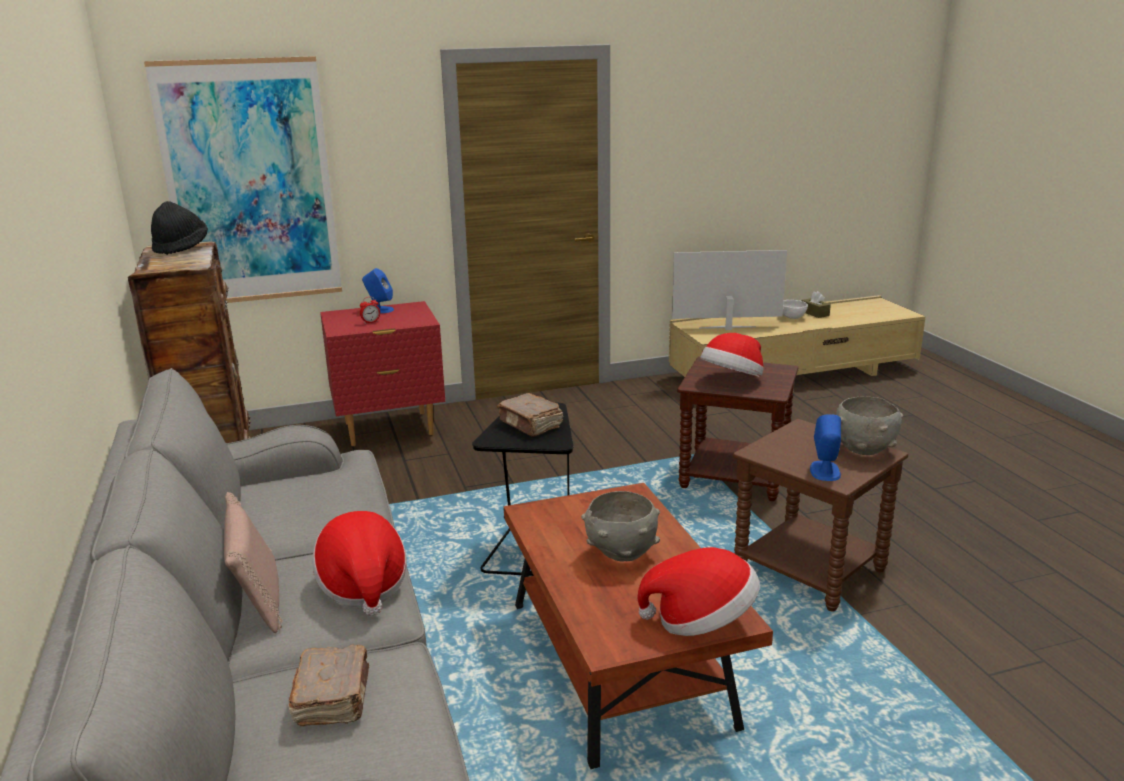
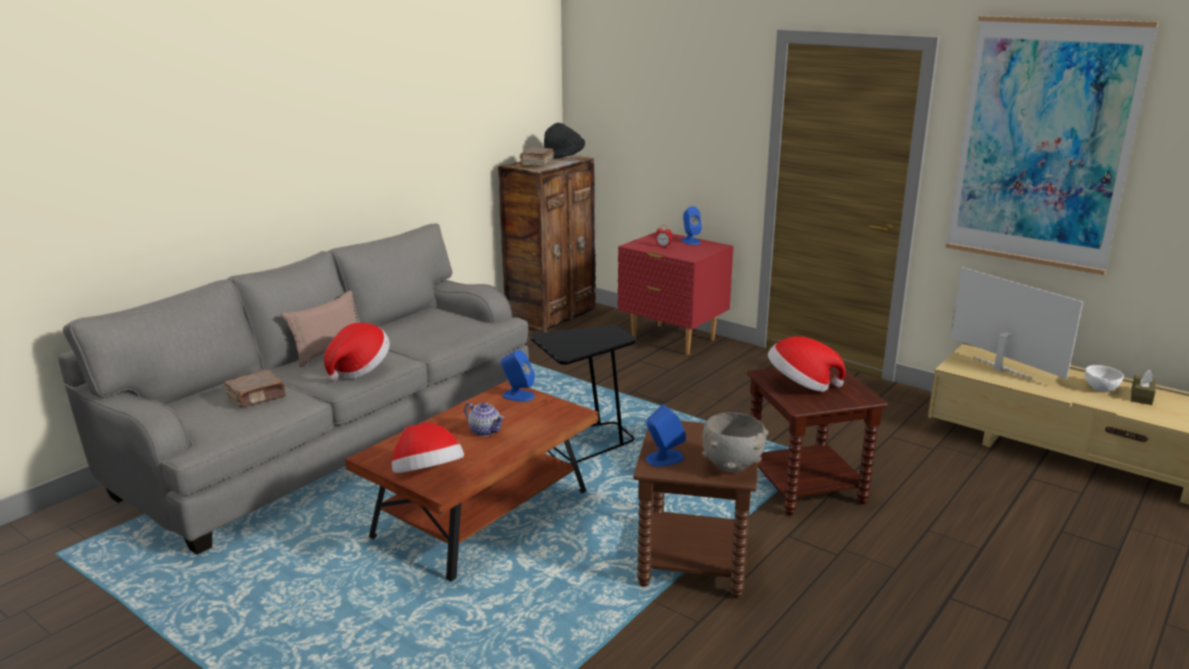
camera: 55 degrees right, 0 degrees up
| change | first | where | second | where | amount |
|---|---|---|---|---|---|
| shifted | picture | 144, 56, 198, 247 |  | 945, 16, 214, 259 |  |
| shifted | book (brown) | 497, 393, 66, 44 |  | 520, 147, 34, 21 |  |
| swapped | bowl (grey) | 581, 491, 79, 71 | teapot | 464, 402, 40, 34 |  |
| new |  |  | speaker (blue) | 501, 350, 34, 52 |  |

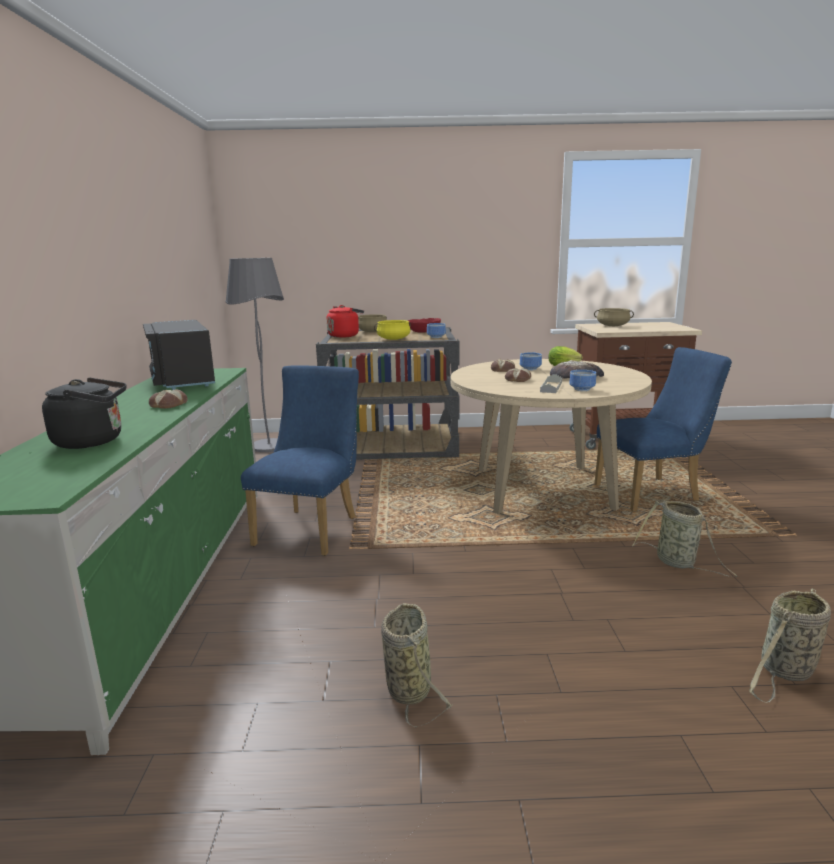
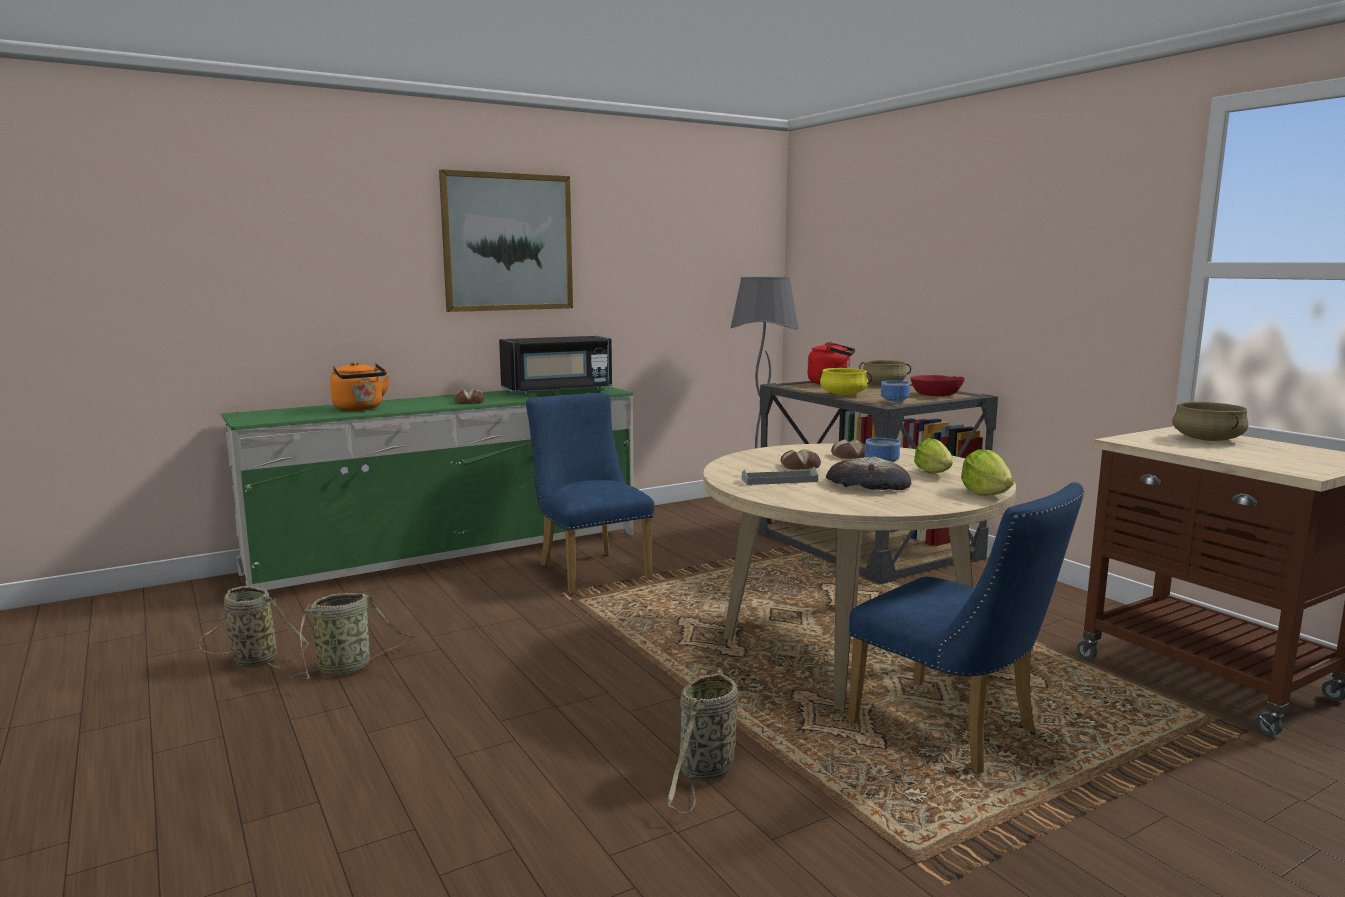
camera: 60 degrees right, 5 degrees down
| change | first | where | second | where | amount |
|---|---|---|---|---|---|
| rotated | microwave (black) | 143, 320, 72, 70 |  | 499, 336, 113, 59 | 150 degrees counterclockwise |
| rotated | chair (blue) | 241, 365, 118, 191 |  | 526, 393, 129, 202 | 105 degrees counterclockwise |
| gone | bowl | 569, 370, 27, 21 |  |  |  |
| repainted | kettle (black) | 42, 378, 84, 71 | kettle (orange) | 330, 361, 60, 49 |  |
| shifted | basket | 749, 589, 82, 114 |  | 199, 586, 110, 82 |  |
| new |  |  | picture | 439, 169, 134, 143 |  |
| new |  |  | lettuce | 961, 449, 53, 47 |  |

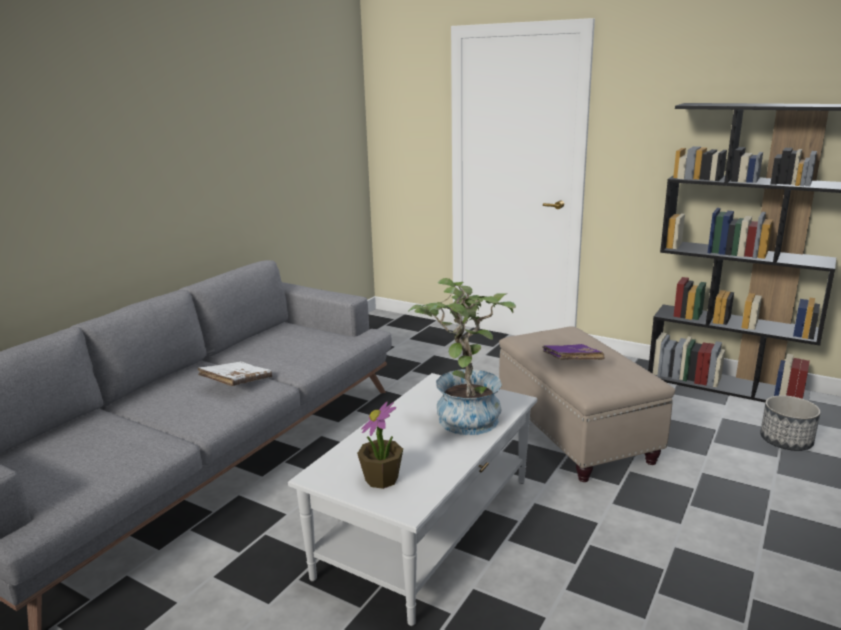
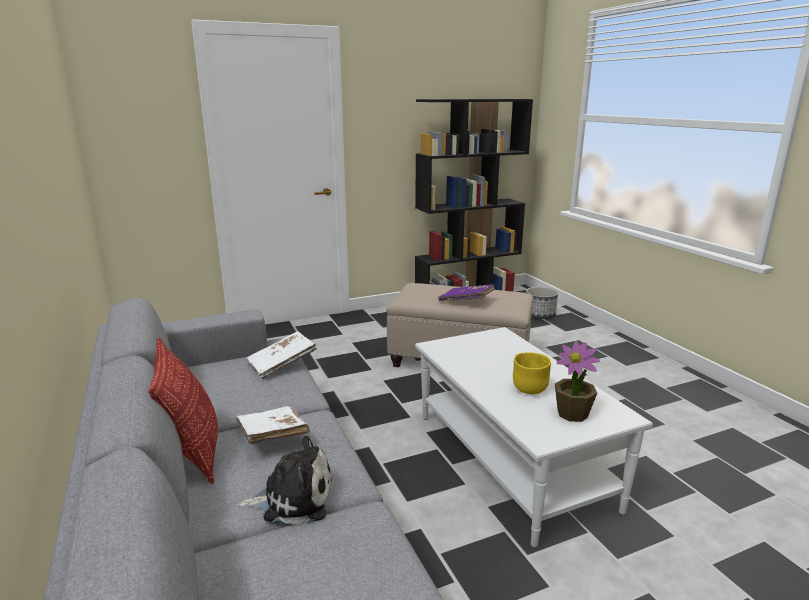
camera: 55 degrees left, 0 degrees up
| change | first | where | second | where | amount |
|---|---|---|---|---|---|
| gone | potted plant | 407, 278, 109, 157 |  |  |  |
| new |  |  | book (white) | 247, 331, 69, 48 |  |
| new |  |  | pillow (red) | 148, 338, 70, 147 |  |
| new |  |  | bowl (yellow) | 513, 352, 38, 43 |  |
| new |  |  | plush toy | 237, 435, 95, 91 |  |

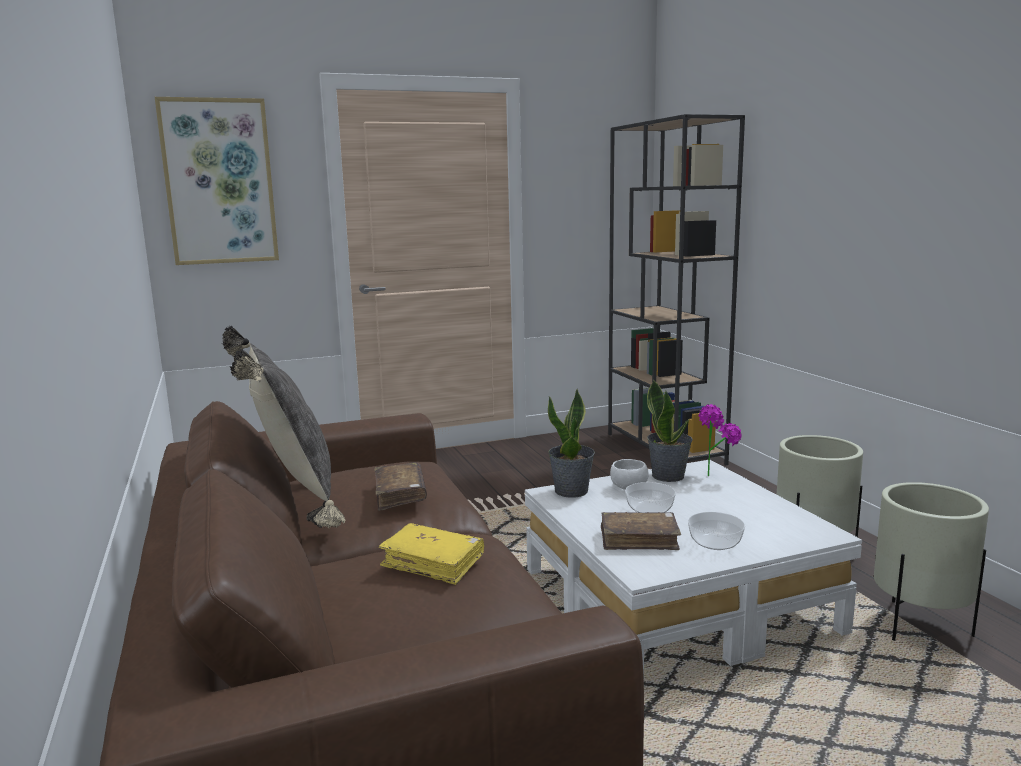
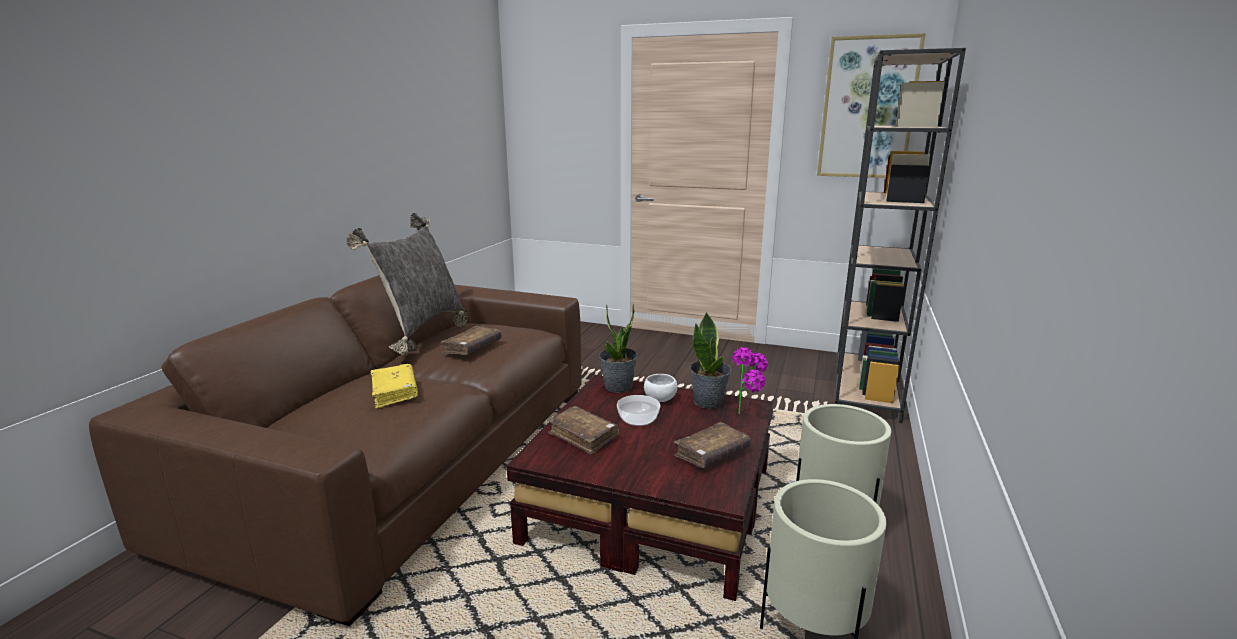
camera: 40 degrees right, 5 degrees up
| change | first | where | second | where | amount |
|---|---|---|---|---|---|
| shifted | picture | 155, 97, 124, 168 |  | 817, 33, 109, 145 |  |
| repainted | coffee table (white) | 525, 460, 337, 217 | coffee table (brown) | 507, 375, 267, 226 |  |
| gone | bowl | 688, 512, 57, 38 |  |  |  |
| new |  |  | book (brown) | 674, 422, 77, 46 |  |

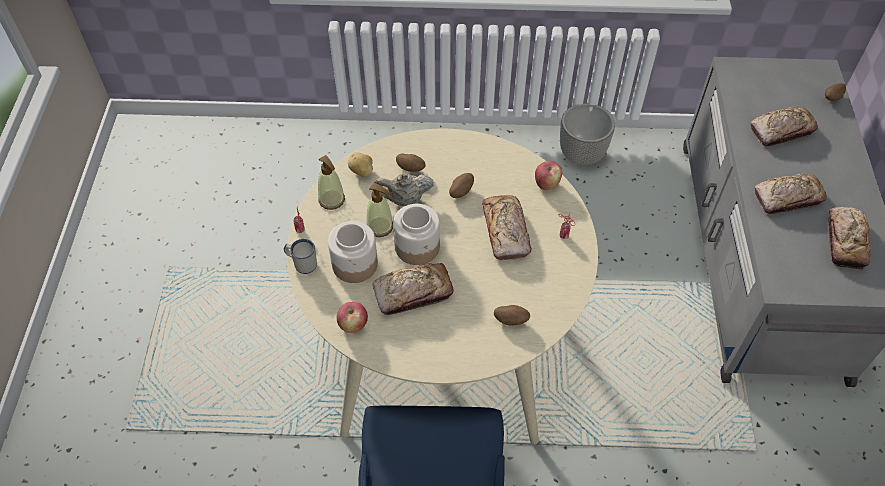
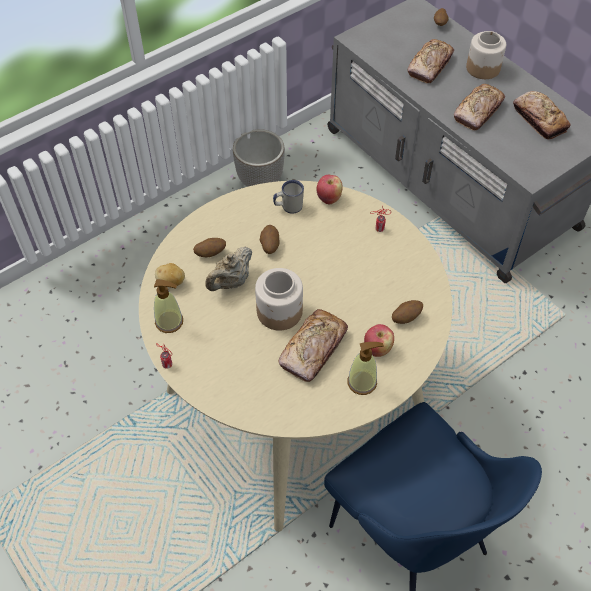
camera: 40 degrees left, 0 degrees up
| change | first | where | second | where | amount |
|---|---|---|---|---|---|
| shifted | soap dispenser | 366, 183, 27, 54 |  | 347, 342, 37, 53 |  |
| gone | bread | 482, 195, 50, 65 |  |  |  |
| shifted | jar | 328, 221, 50, 62 |  | 466, 31, 40, 48 |  |
| shifted | mug (white) | 284, 239, 33, 35 |  | 273, 180, 31, 34 |  |
| shifted | apple | 337, 302, 31, 31 |  | 364, 324, 30, 33 |  |

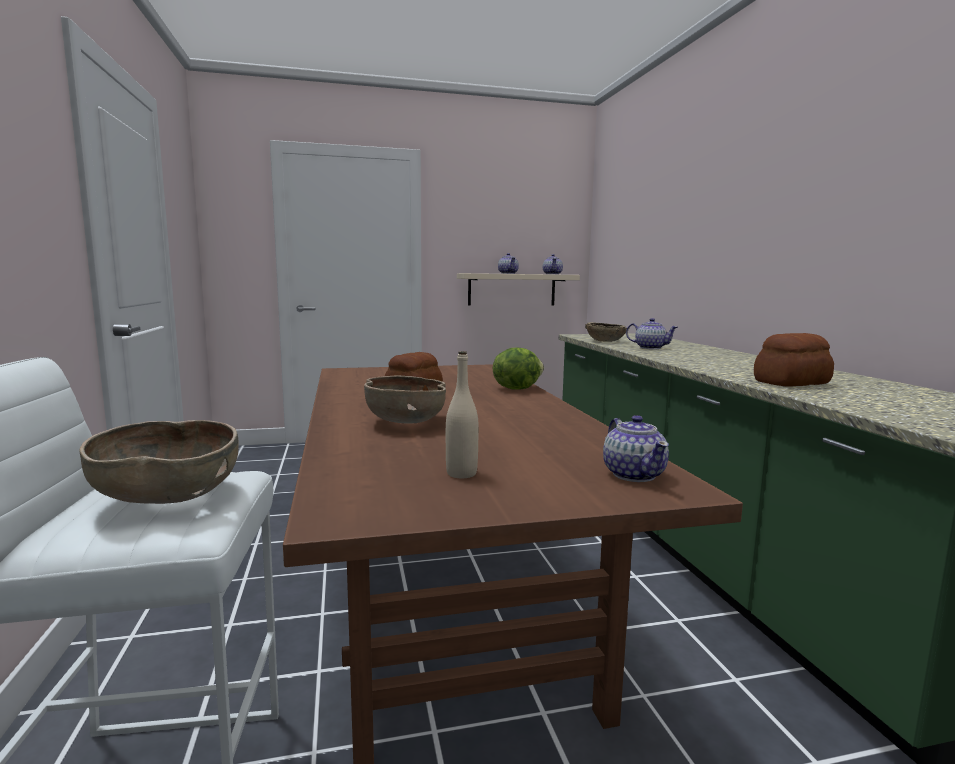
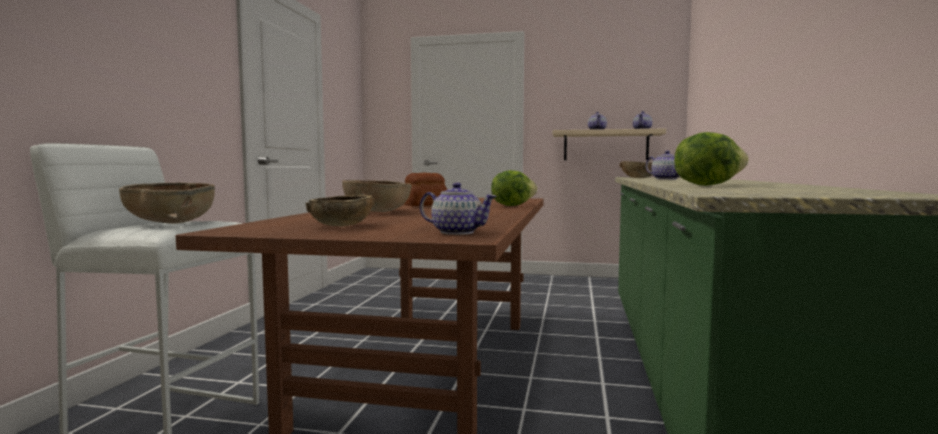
camera: 25 degrees right, 5 degrees down
| change | first | where | second | where | amount |
|---|---|---|---|---|---|
| swapped | bread | 754, 333, 80, 54 | lettuce | 674, 132, 75, 54 |  |
| swapped | bottle (beige) | 446, 351, 33, 127 | bowl (brown) | 306, 195, 69, 31 |  |
| rotated | teapot | 603, 415, 66, 67 |  | 420, 183, 77, 52 | 75 degrees counterclockwise |

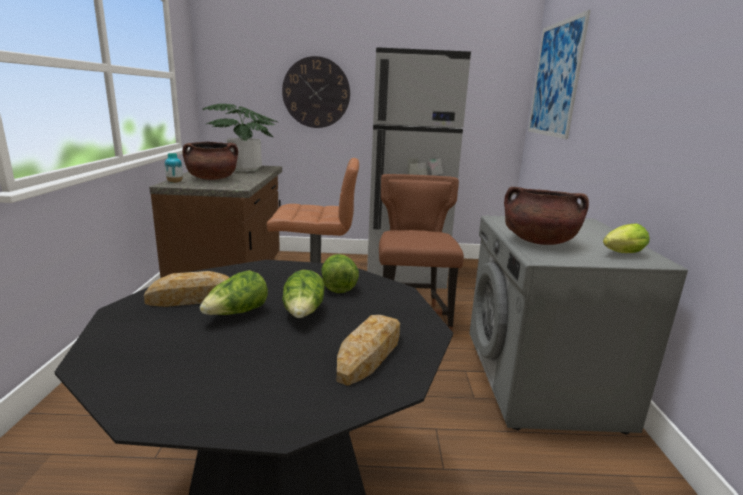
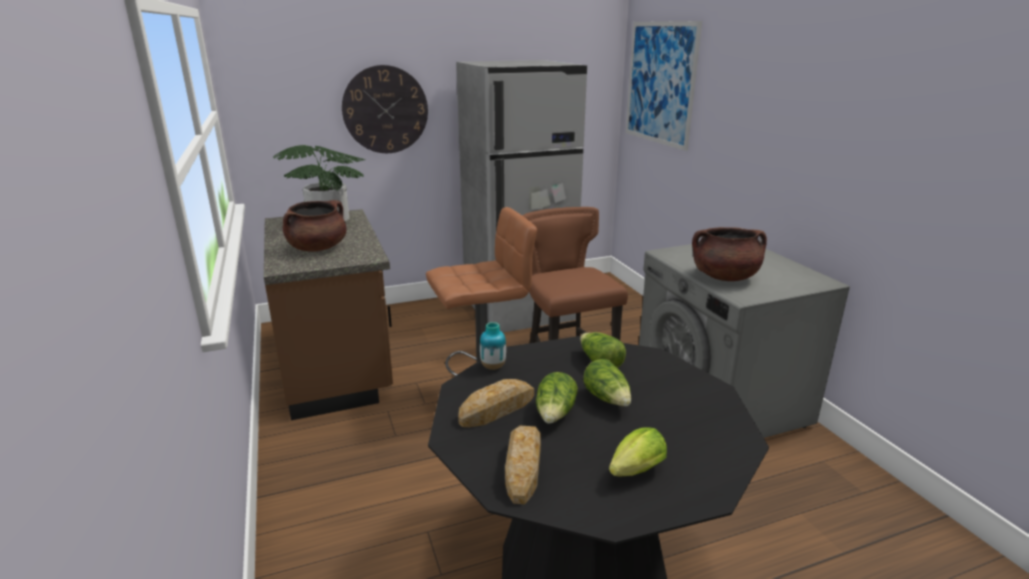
camera: 20 degrees left, 5 degrees up
| change | first | where | second | where | amount |
|---|---|---|---|---|---|
| shifted | vase | 165, 153, 18, 30 |  | 480, 322, 26, 48 |  |
| shifted | lettuce | 603, 224, 46, 29 |  | 609, 427, 58, 49 |  |
| shifted | bread | 337, 315, 63, 71 |  | 505, 426, 36, 78 |  |

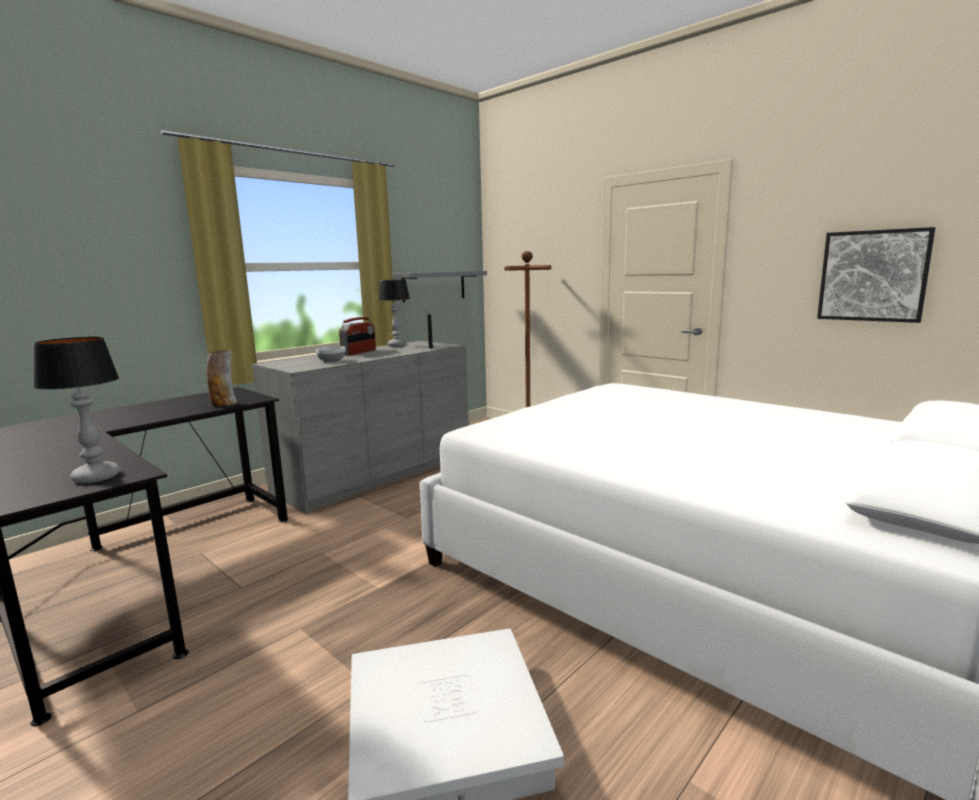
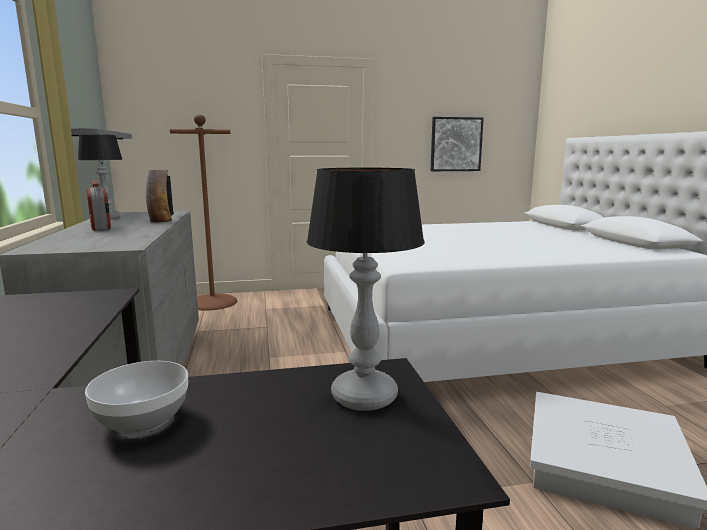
camera: 55 degrees left, 0 degrees up
| change | first | where | second | where | amount |
|---|---|---|---|---|---|
| shifted | bowl | 316, 346, 29, 17 |  | 85, 361, 103, 74 |  |
| shifted | vase | 207, 350, 30, 57 |  | 146, 170, 26, 52 |  |

